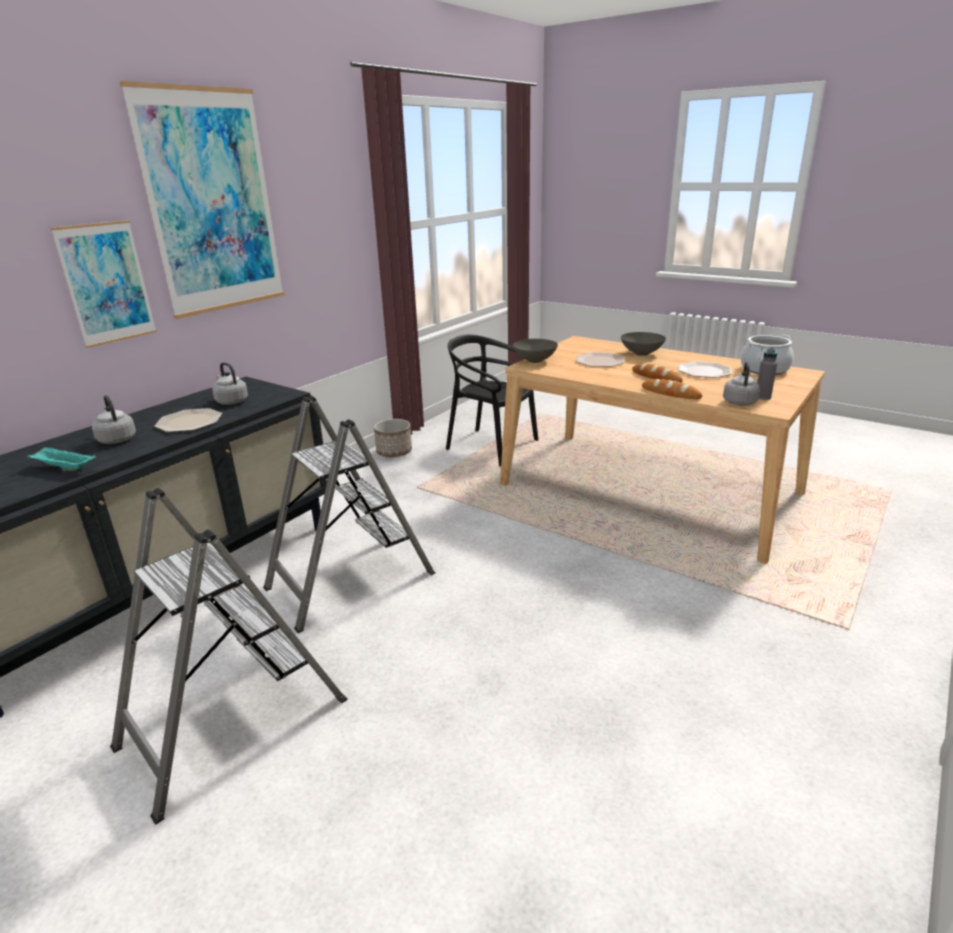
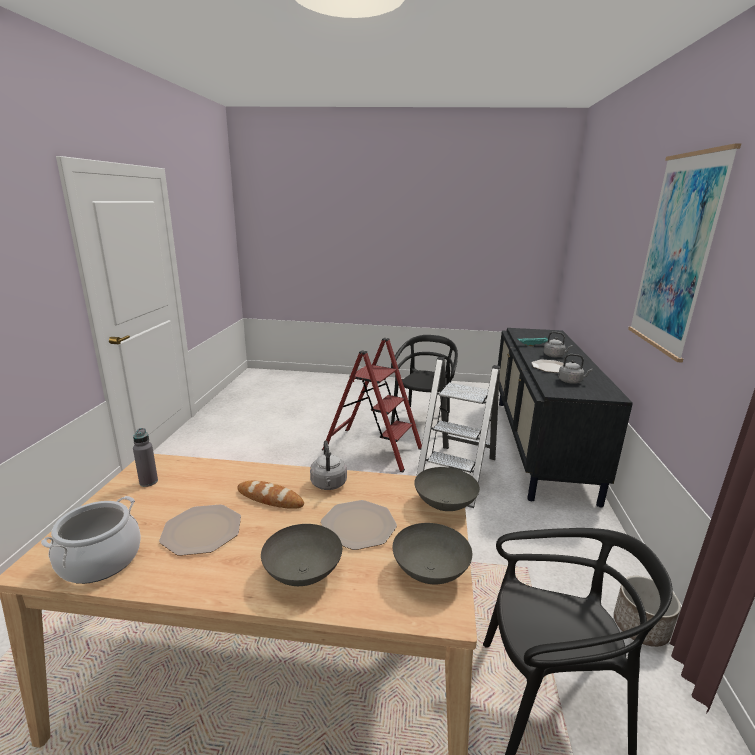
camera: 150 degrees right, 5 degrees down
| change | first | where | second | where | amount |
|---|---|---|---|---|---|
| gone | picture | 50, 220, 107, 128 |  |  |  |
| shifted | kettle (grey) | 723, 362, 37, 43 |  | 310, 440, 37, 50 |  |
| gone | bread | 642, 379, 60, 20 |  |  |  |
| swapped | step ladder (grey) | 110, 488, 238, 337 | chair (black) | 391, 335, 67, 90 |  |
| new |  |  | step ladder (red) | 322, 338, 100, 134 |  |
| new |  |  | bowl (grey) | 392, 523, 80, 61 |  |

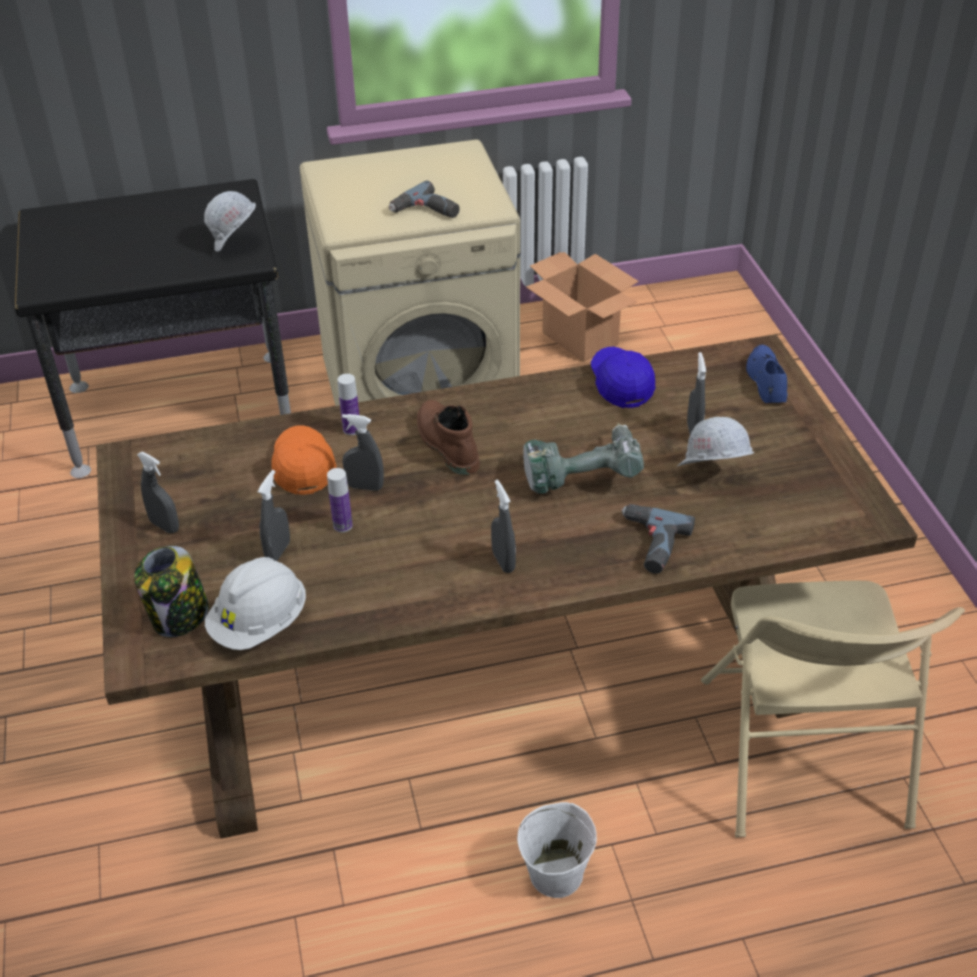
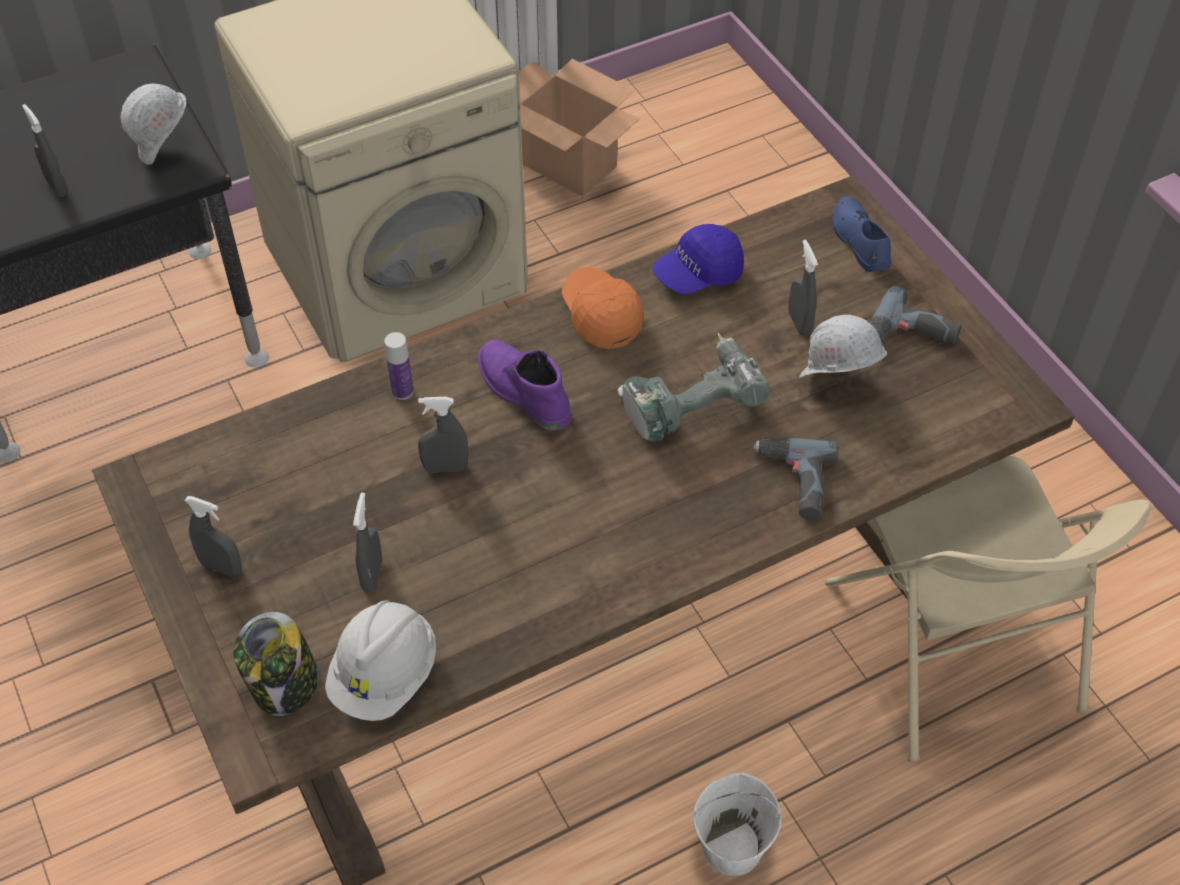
camera: 15 degrees left, 10 degrees up
| change | first | where | second | where | amount |
|---|---|---|---|---|---|
| shifted | power drill | 389, 180, 71, 38 |  | 871, 286, 91, 58 |  |
| rotated | cap (blue) | 591, 347, 64, 61 |  | 653, 224, 91, 70 | 90 degrees counterclockwise |
| repainted | boot (brown) | 417, 400, 63, 75 | boot (purple) | 478, 340, 94, 90 |  |
| shifted | cap (orange) | 271, 425, 65, 70 |  | 562, 267, 82, 82 |  |
| gone | bottle | 327, 468, 26, 65 |  |  |  |
| shifted | spray bottle (grey) | 491, 480, 25, 93 |  | 22, 104, 47, 93 |  |

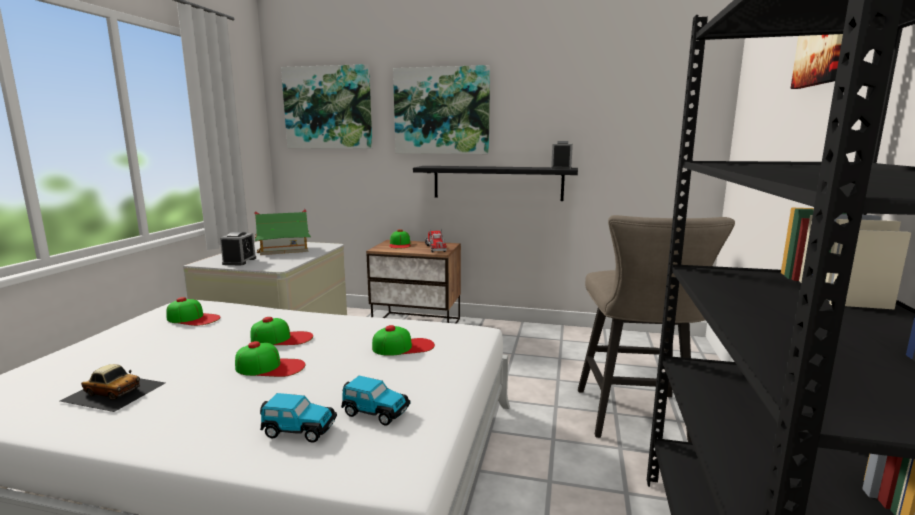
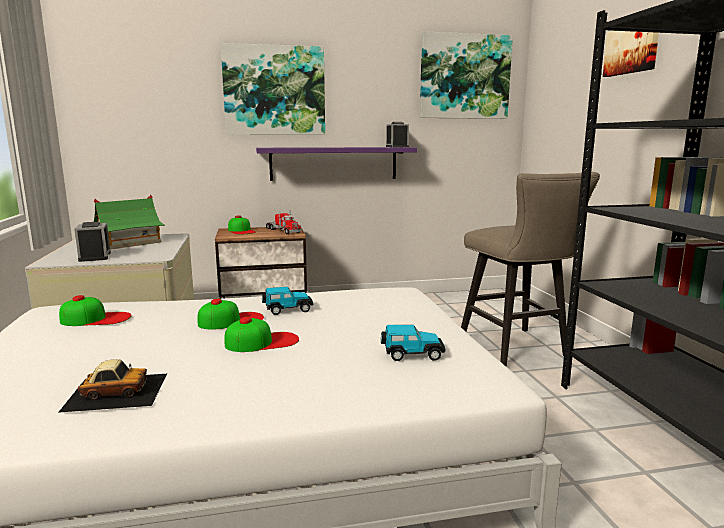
camera: 25 degrees left, 0 degrees up
| change | first | where | second | where | amount |
|---|---|---|---|---|---|
| shifted | picture | 281, 64, 91, 85 |  | 420, 31, 93, 88 |  |
| repainted | shelf (black) | 413, 166, 165, 35 | shelf (purple) | 256, 147, 161, 34 |  |
| gone | cap | 372, 325, 63, 31 |  |  |  |
| shifted | toy car | 260, 393, 77, 50 |  | 262, 287, 51, 28 |  |

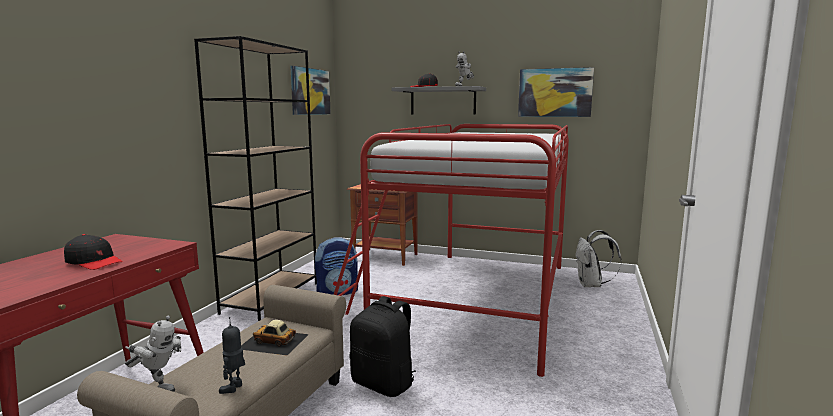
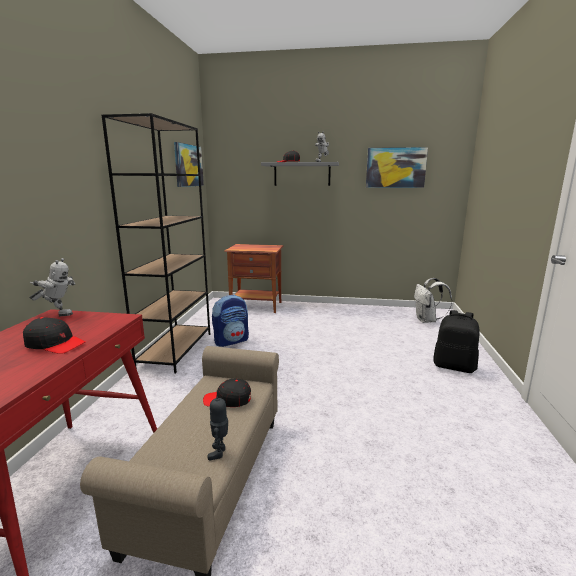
camera: 10 degrees left, 5 degrees up
| change | first | where | second | where | amount |
|---|---|---|---|---|---|
| gone | bed (red) | 333, 124, 236, 253 |  |  |  |
| shifted | backpack (black) | 349, 296, 67, 101 |  | 433, 310, 47, 63 |  |
| shifted | toy robot | 125, 316, 56, 76 |  | 29, 258, 46, 58 |  |
| swapped | toy car | 241, 320, 68, 36 | cap (black) | 203, 379, 48, 28 |  |

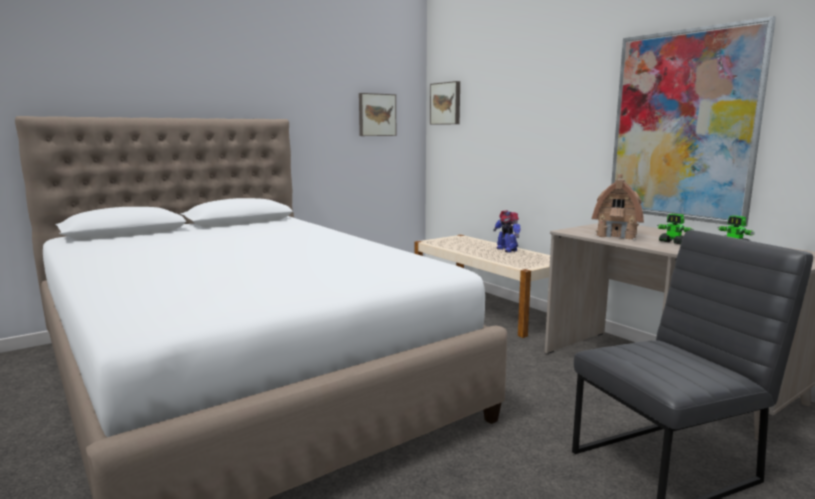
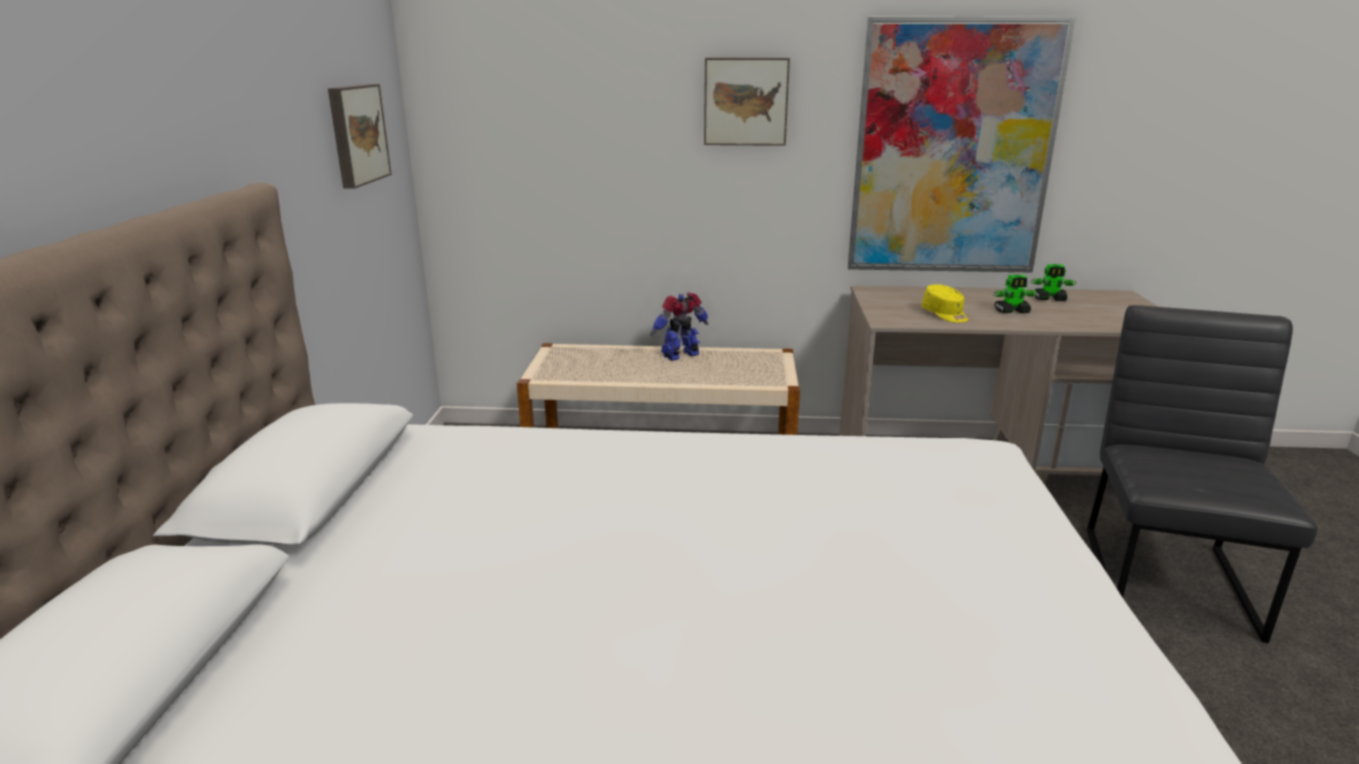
camera: 50 degrees left, 10 degrees up
| change | first | where | second | where | amount |
|---|---|---|---|---|---|
| shifted | picture | 430, 81, 30, 44 |  | 704, 58, 86, 88 |  |
| swapped | toy house | 592, 174, 52, 66 | cap (yellow) | 922, 284, 46, 39 |  |
| rotated | toy robot | 493, 210, 27, 42 |  | 650, 292, 58, 69 | 135 degrees clockwise |

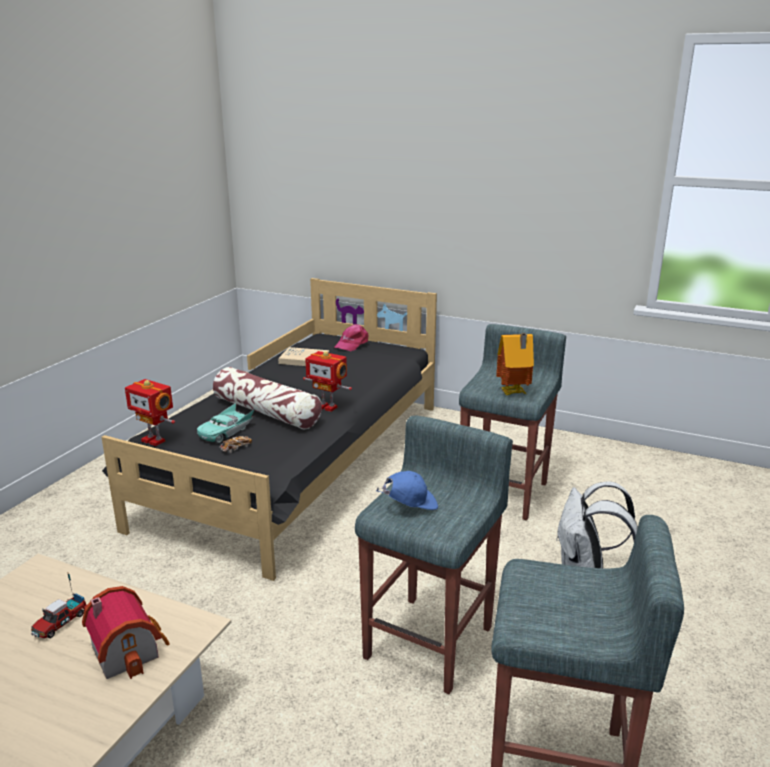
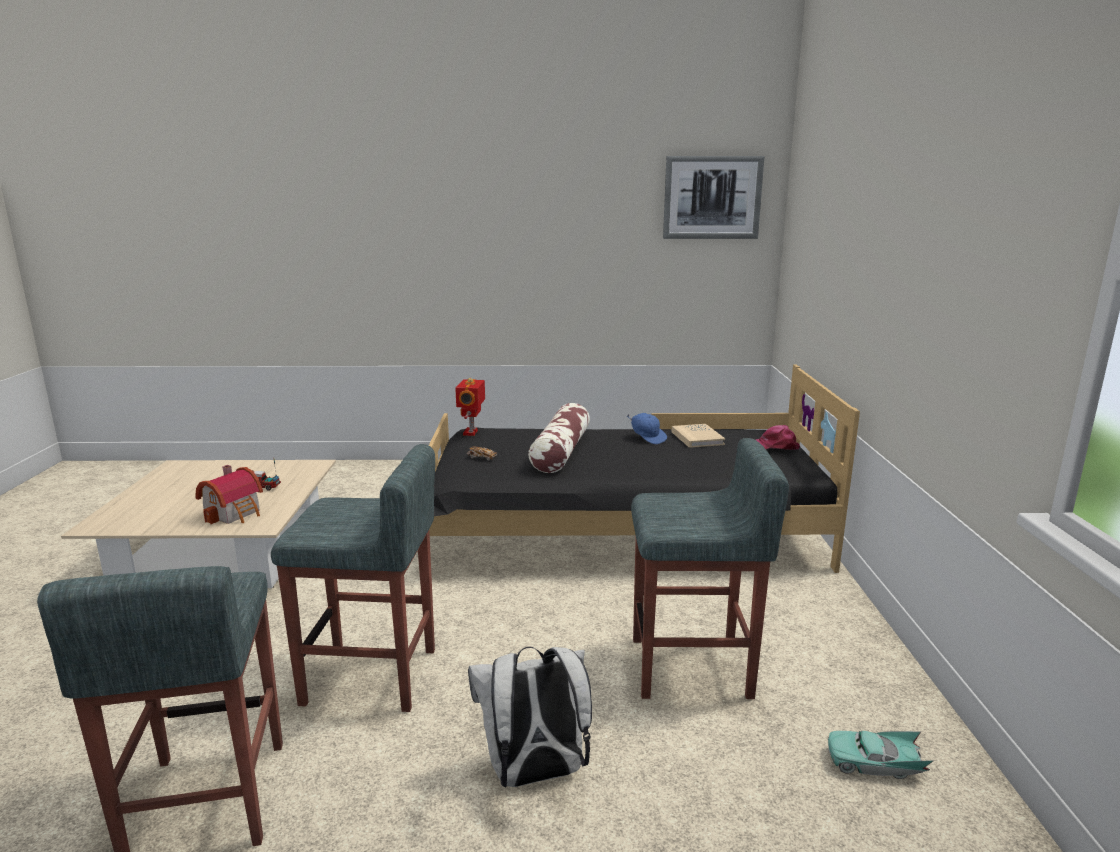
camera: 65 degrees right, 5 degrees down
| change | first | where | second | where | amount |
|---|---|---|---|---|---|
| gone | toy house | 496, 334, 38, 61 |  |  |  |
| gone | toy robot | 303, 351, 49, 61 |  |  |  |
| shifted | toy car (turquoise) | 197, 402, 58, 41 |  | 828, 731, 106, 48 |  |
| shifted | cap (blue) | 376, 471, 62, 39 |  | 627, 413, 40, 31 |  |
| new |  |  | picture | 663, 156, 102, 83 |  |

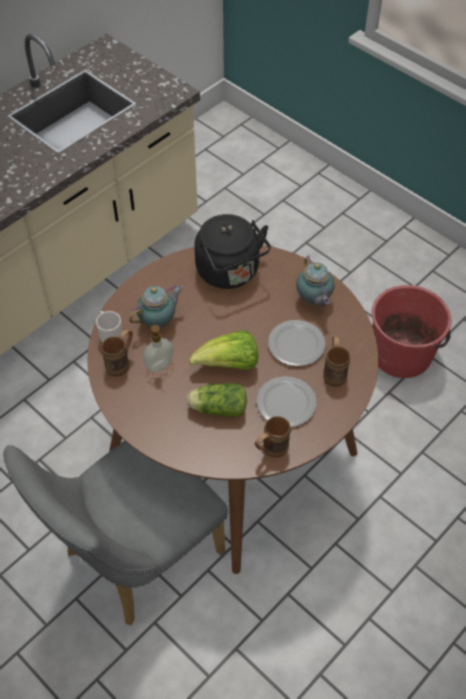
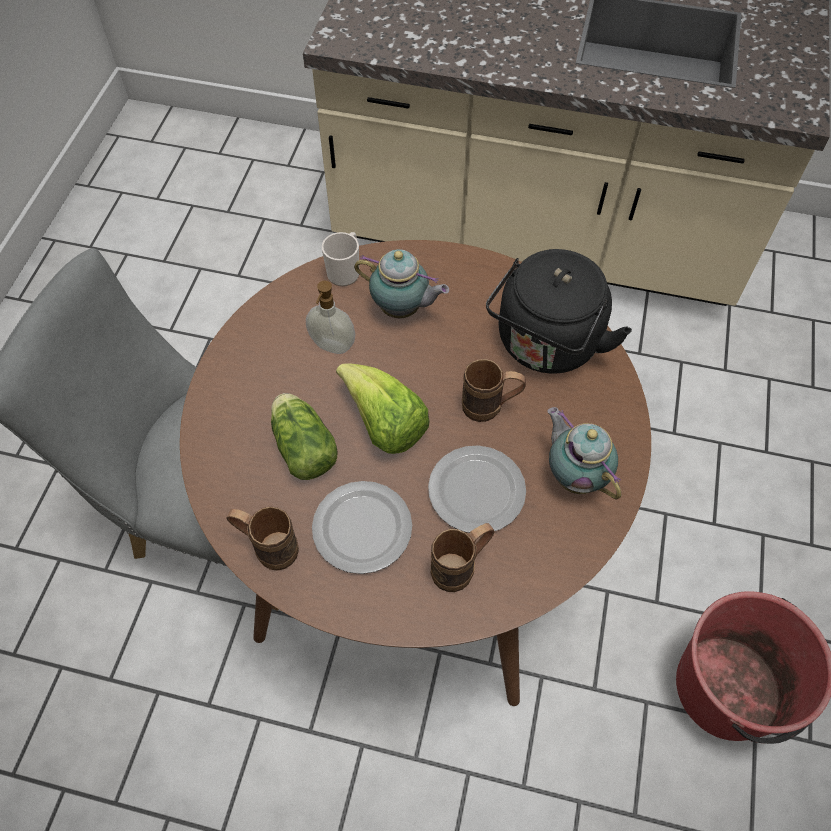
camera: 60 degrees right, 5 degrees up
| change | first | where | second | where | amount |
|---|---|---|---|---|---|
| rotated | teapot | 296, 255, 39, 51 |  | 547, 407, 74, 92 | 105 degrees clockwise |
| shifted | mug (brown) | 101, 329, 32, 47 |  | 462, 359, 64, 63 |  |

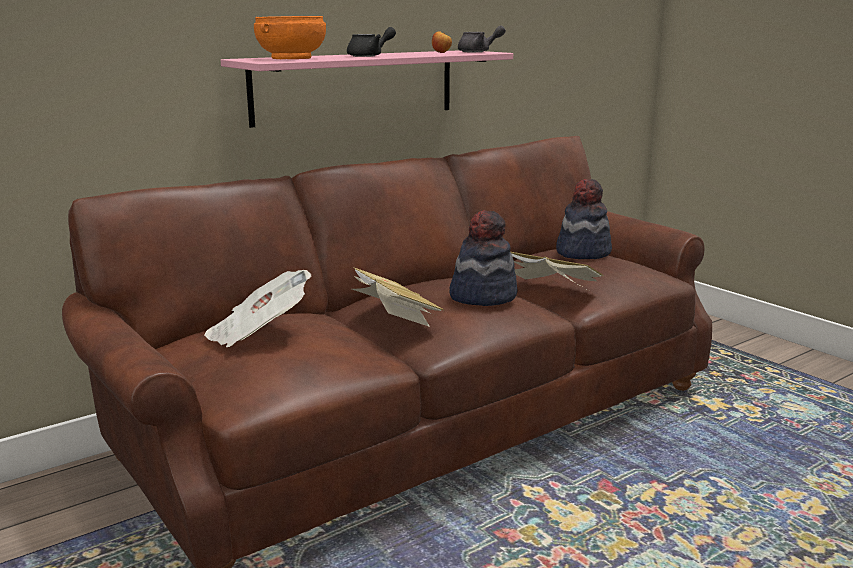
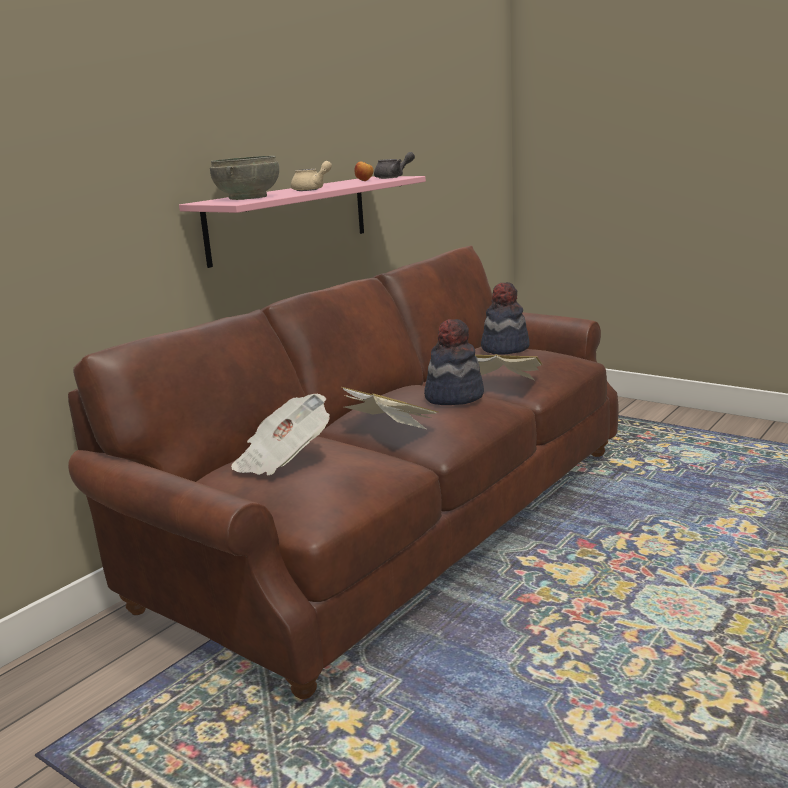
camera: 15 degrees left, 0 degrees up
| change | first | where | second | where | amount |
|---|---|---|---|---|---|
| repainted | bowl (orange) | 254, 16, 72, 43 | bowl (grey) | 210, 156, 69, 44 |  |
| repainted | teapot (black) | 347, 27, 49, 30 | teapot (beige) | 291, 161, 41, 30 |  |

